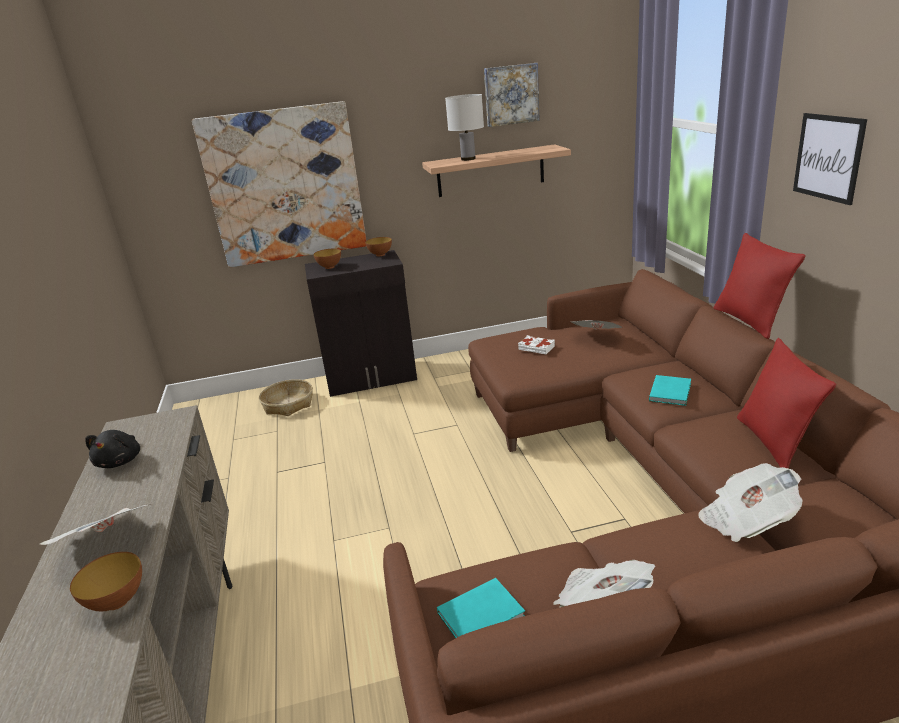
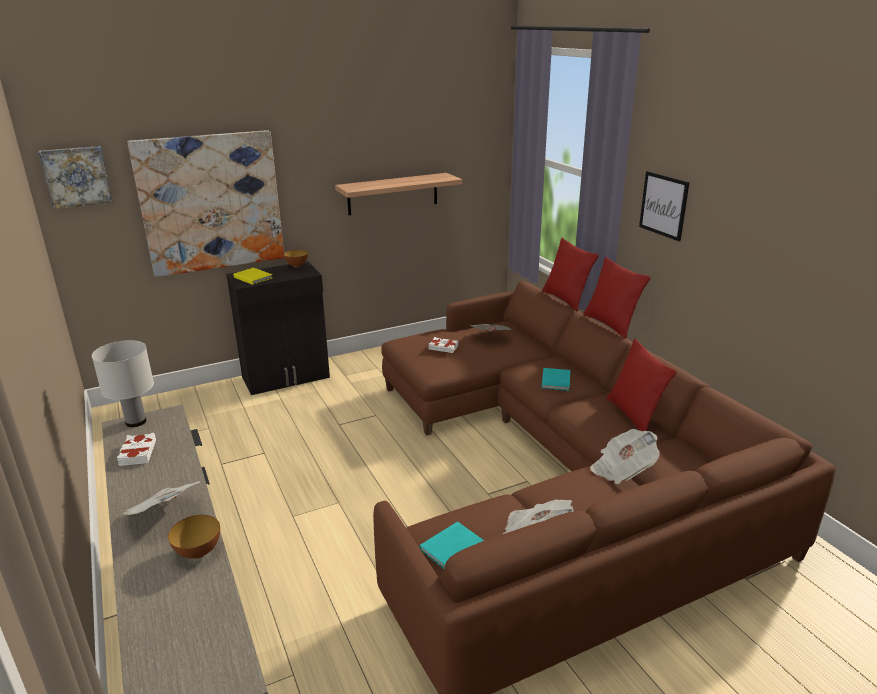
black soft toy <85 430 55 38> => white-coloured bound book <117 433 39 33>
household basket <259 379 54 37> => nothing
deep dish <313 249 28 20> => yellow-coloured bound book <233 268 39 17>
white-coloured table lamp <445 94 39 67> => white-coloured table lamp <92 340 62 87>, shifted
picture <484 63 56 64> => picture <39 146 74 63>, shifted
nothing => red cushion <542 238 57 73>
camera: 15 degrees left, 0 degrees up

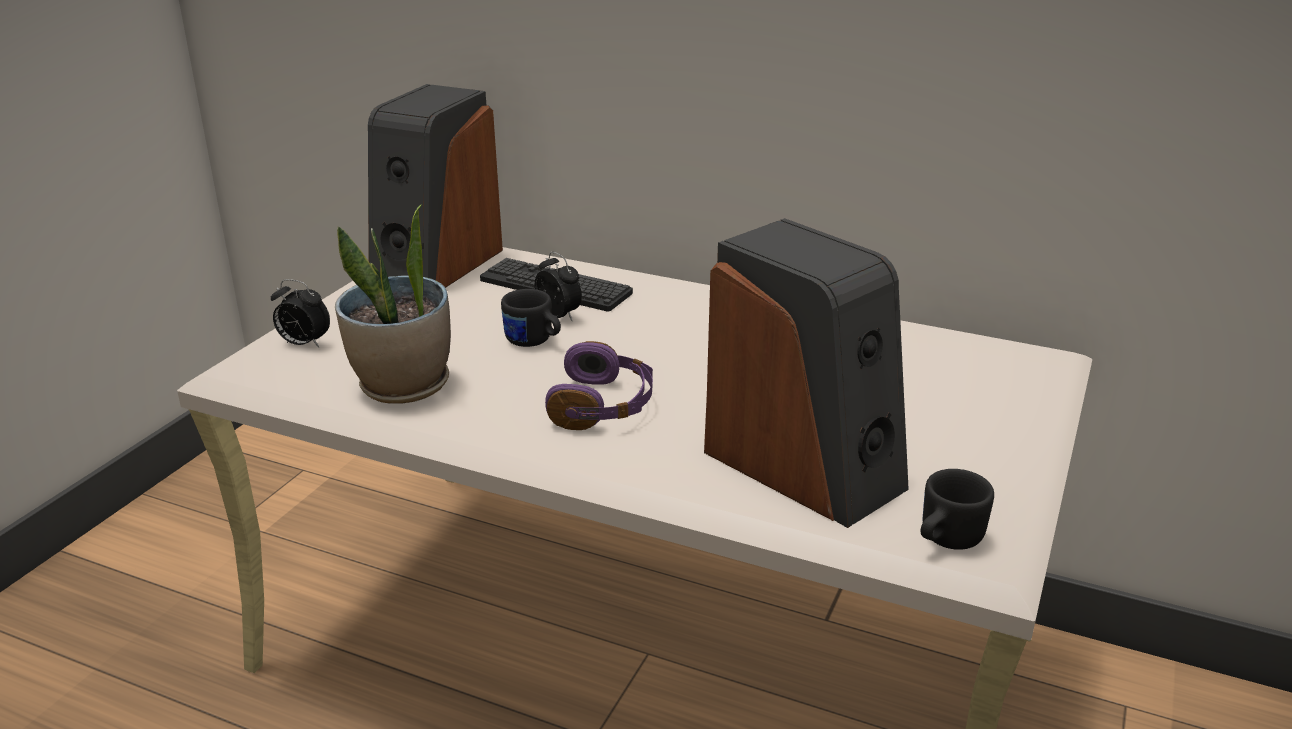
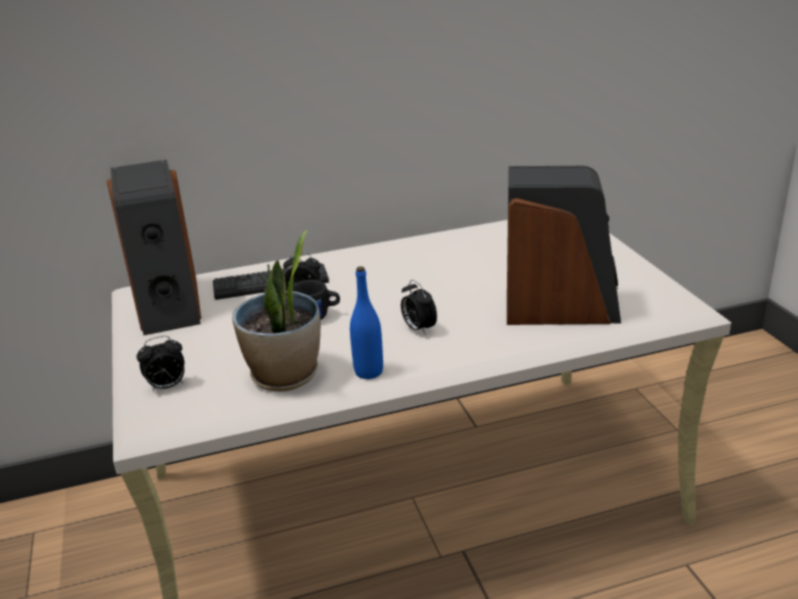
purple headset <545 341 108 89> => bedside clock <401 280 36 54>
black tea mug <921 469 73 81> => nothing
nothing => bluish drink bottle <350 266 33 113>
camera: 40 degrees left, 0 degrees up

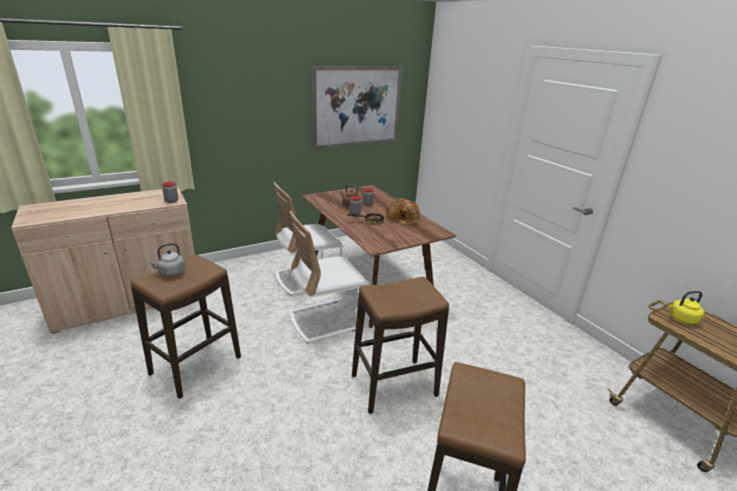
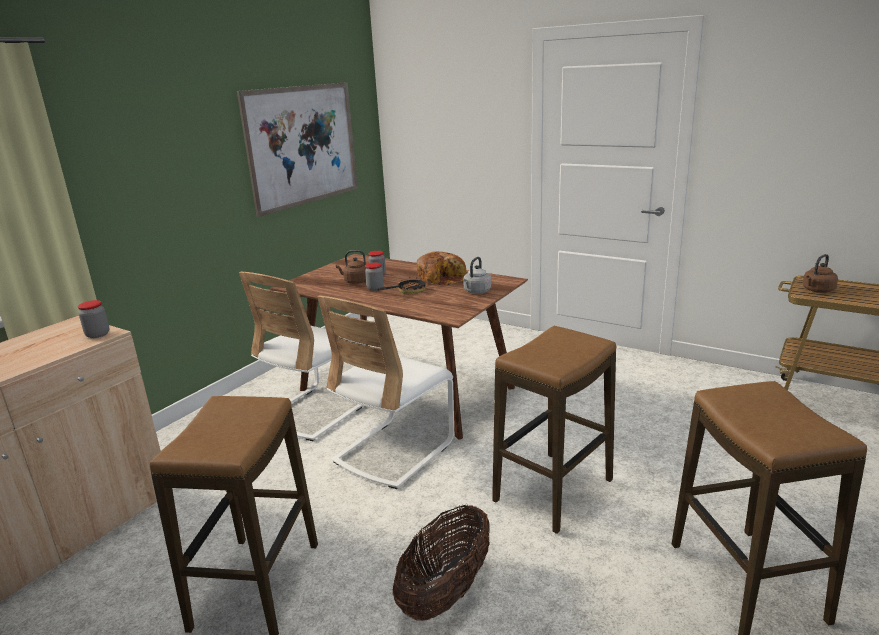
grey tea kettle <147 243 39 33> => grey tea kettle <463 257 29 37>, shifted
yellow-coloured tea kettle <669 291 35 33> => brown tea kettle <803 254 35 39>
nothing => household basket <392 505 98 116>
camera: 25 degrees left, 5 degrees down

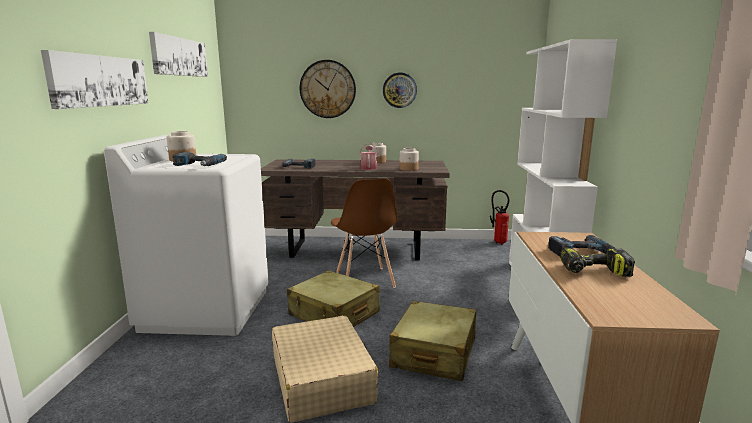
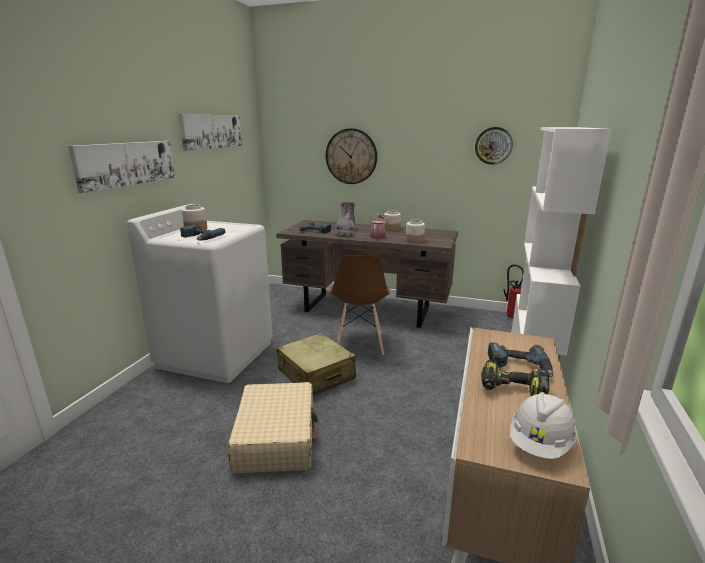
wall clock <383 73 34 35> => wall clock <475 127 38 38>, shifted
sand-coloured piece of luggage <389 301 87 80> => nothing
nothing => grey high-top boot <336 202 19 33>
nothing => white-coloured hard hat <510 392 67 67>
camera: 15 degrees right, 5 degrees up

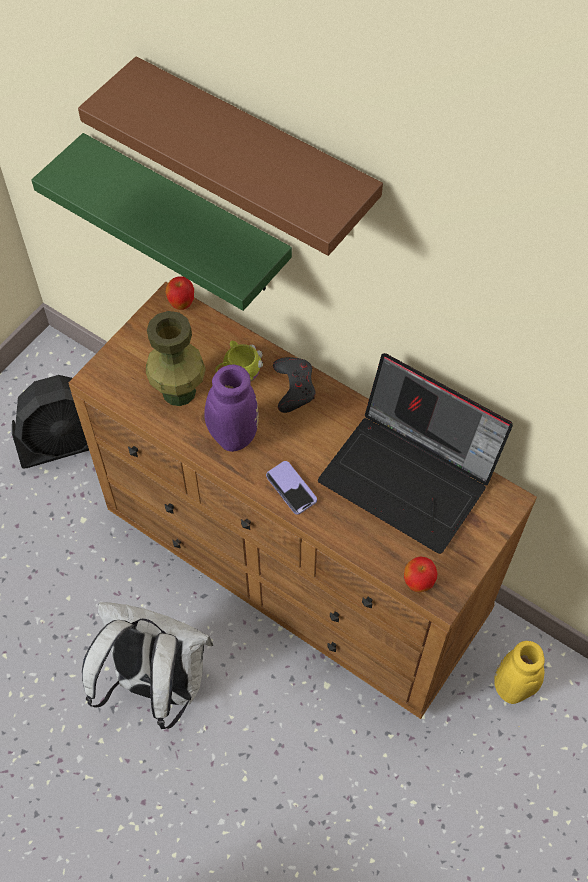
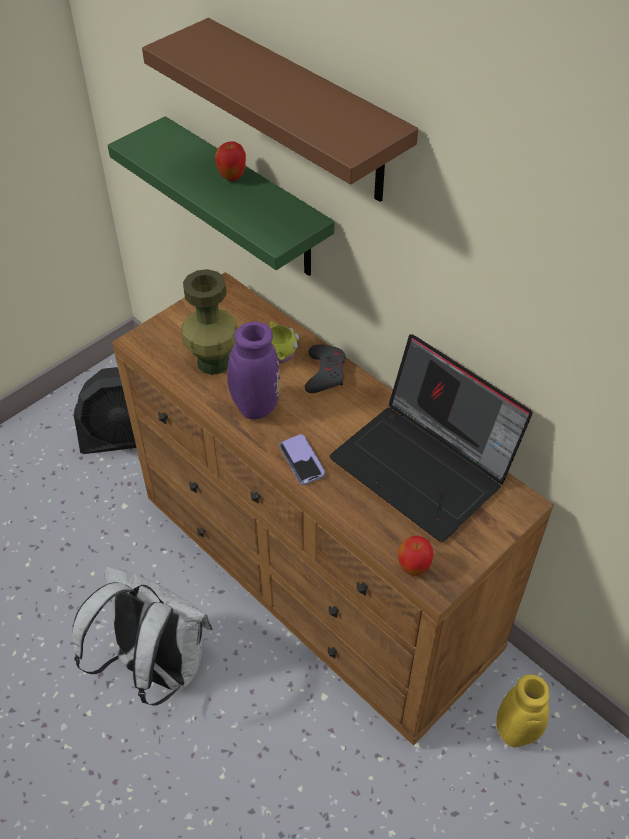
apple fruit <166 276 28 34> => apple fruit <215 141 31 40>, shifted
camera: 10 degrees right, 10 degrees down

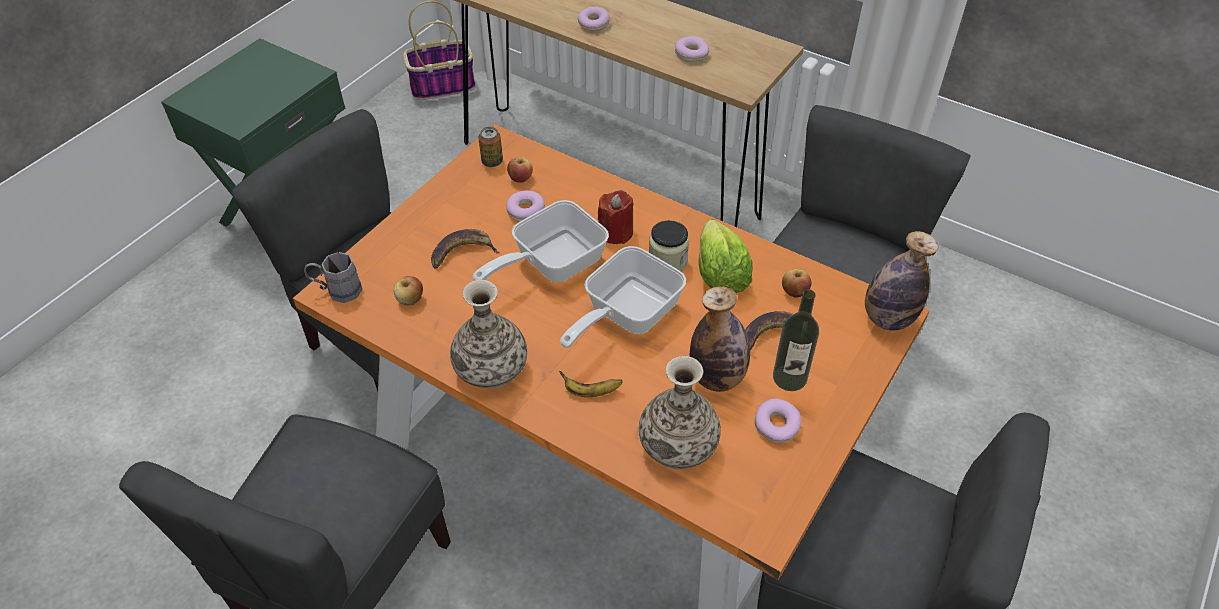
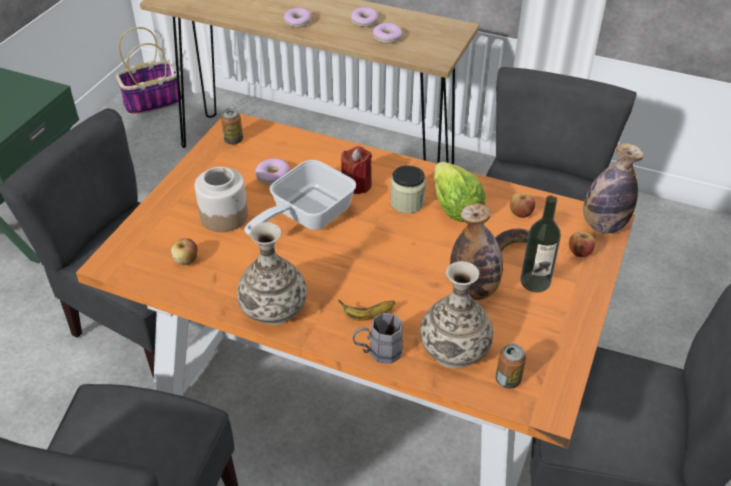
grey tea mug <304 252 58 51> => grey tea mug <353 313 50 51>, shifted
whole banana <431 229 68 40> => storage jar <195 167 53 65>
apple fruit <507 157 26 26> => apple fruit <569 231 26 26>, shifted
frying pan <560 246 126 102> => nothing
donut <755 399 46 44> => donut <351 7 27 20>, shifted
nothing => can <496 344 30 45>
camera: 10 degrees left, 5 degrees down

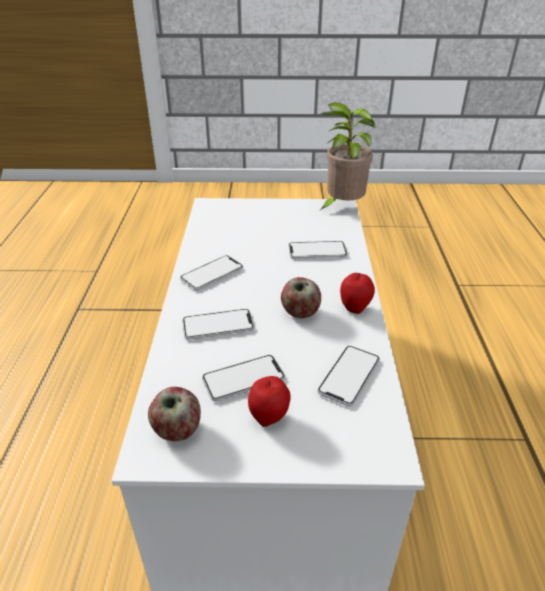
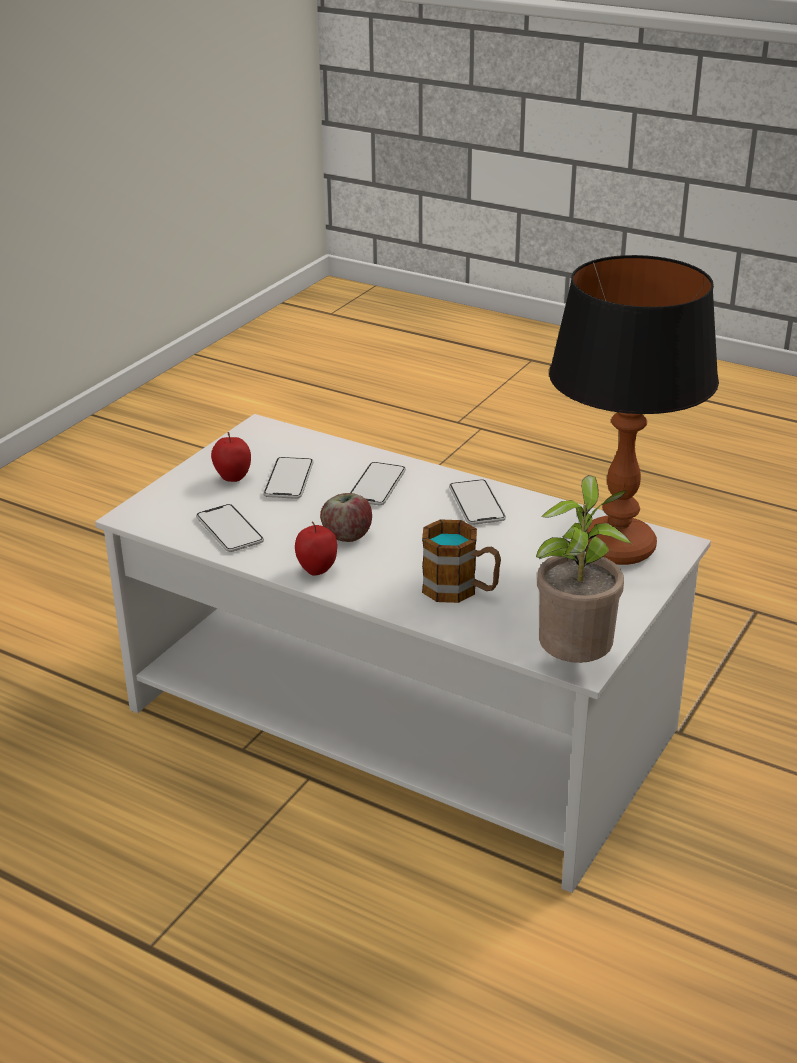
apple fruit <148 387 53 54> => nothing
phone <288 241 60 17> => tea mug <422 520 79 83>
nothing => table lamp <549 255 170 310>
camera: 120 degrees right, 5 degrees down

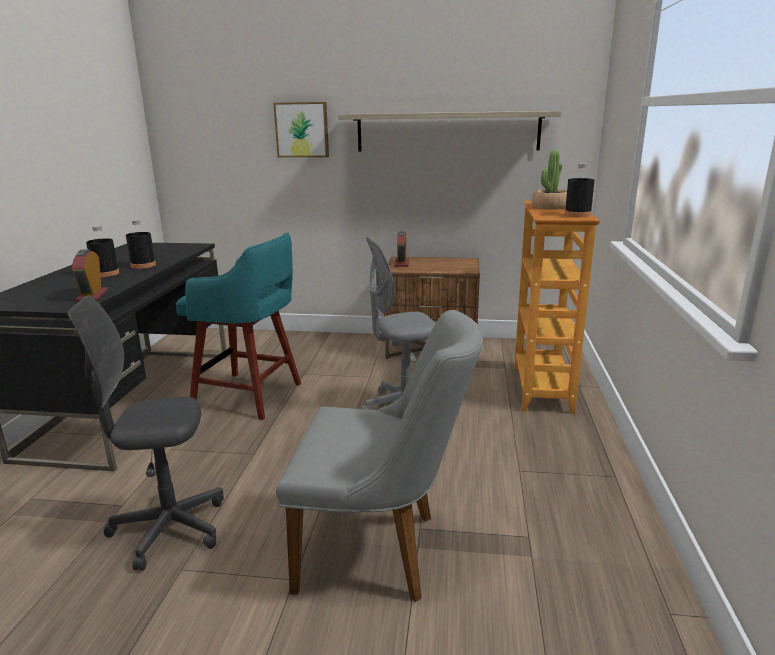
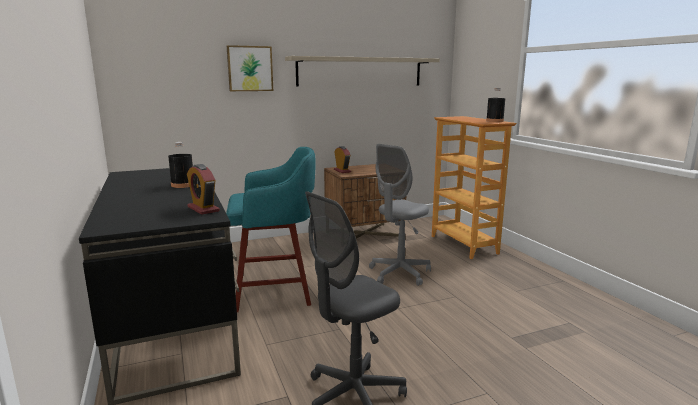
black drink bottle <86 226 33 51> => nothing
grey chair <276 310 207 292> => nothing
plant in a pot <532 150 35 60> => nothing
camera: 30 degrees left, 5 degrees down

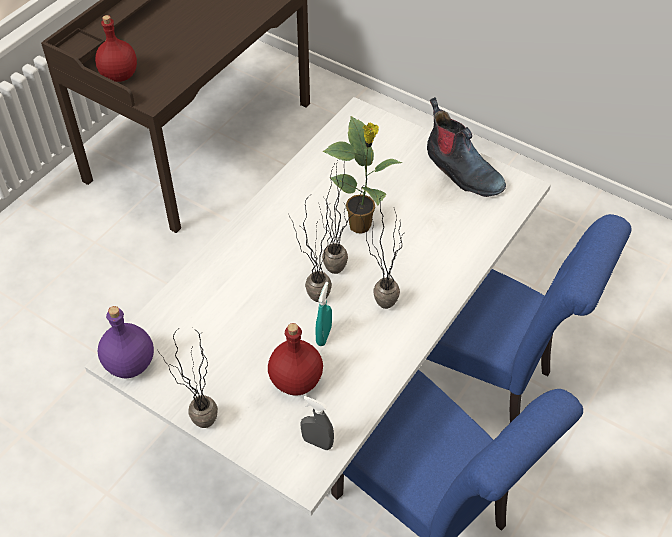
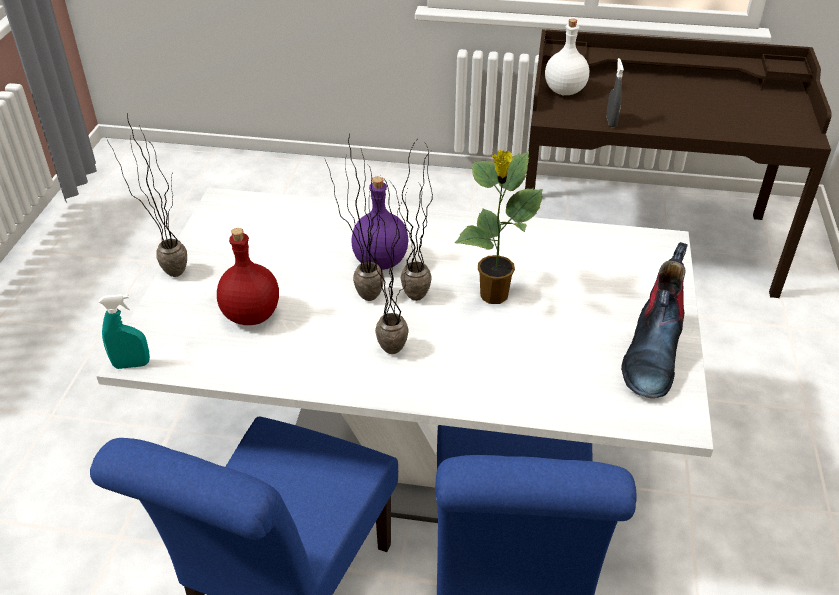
red drink bottle <95 15 42 67> => white-coloured drink bottle <545 19 44 76>
purple drink bottle <98 306 56 72> => purple drink bottle <351 177 58 93>, shifted
grey sprayer <301 396 33 54> => grey sprayer <606 58 18 69>, shifted
blue-green sprayer <315 282 17 64> => blue-green sprayer <99 294 51 75>, shifted
camera: 65 degrees right, 10 degrees down

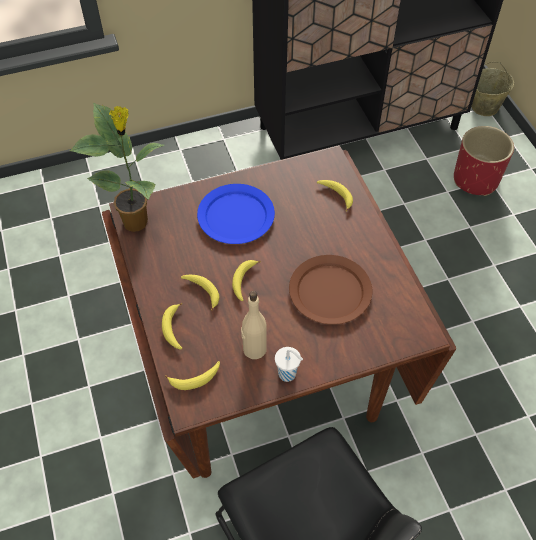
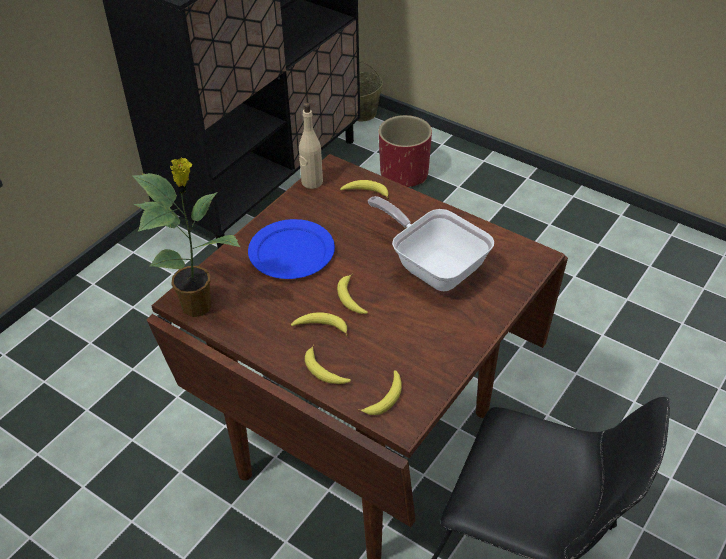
sand-coloured drink bottle <241 291 26 68> => sand-coloured drink bottle <299 102 24 87>, shifted
white-coloured small cup <275 347 28 35> => nothing
brown flat dish <289 255 83 70> => frying pan <368 196 126 95>
camera: 35 degrees left, 10 degrees down

